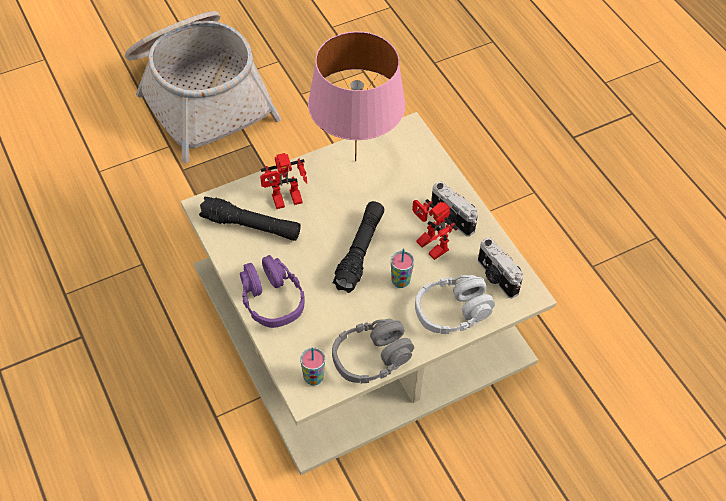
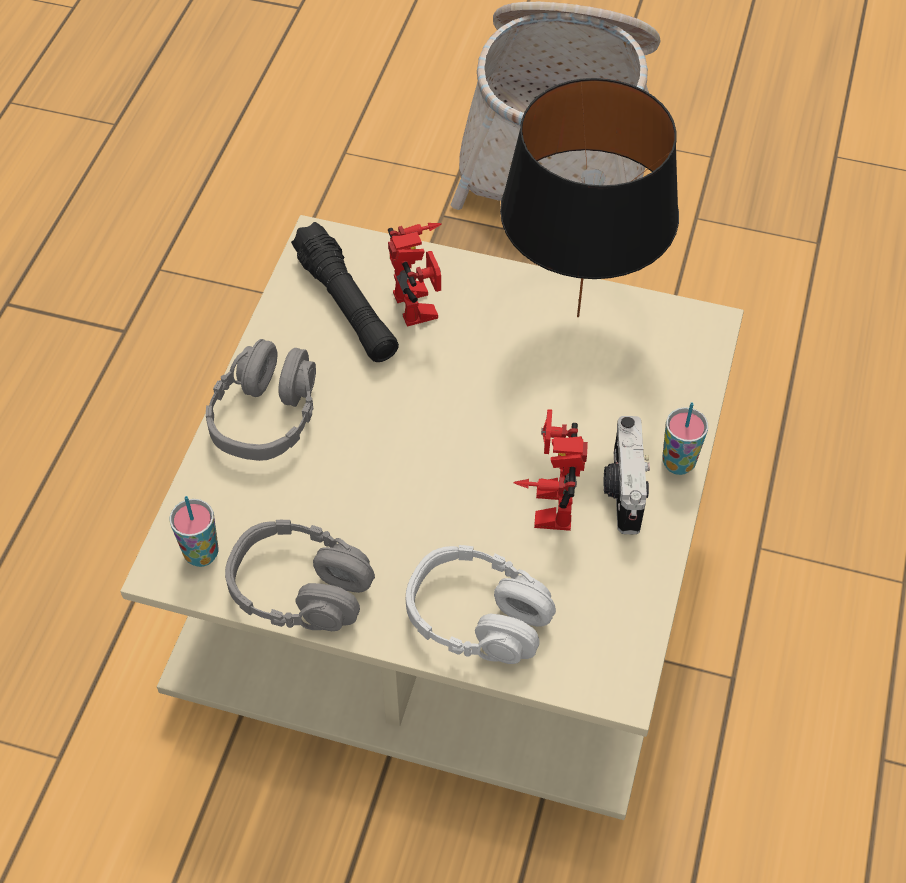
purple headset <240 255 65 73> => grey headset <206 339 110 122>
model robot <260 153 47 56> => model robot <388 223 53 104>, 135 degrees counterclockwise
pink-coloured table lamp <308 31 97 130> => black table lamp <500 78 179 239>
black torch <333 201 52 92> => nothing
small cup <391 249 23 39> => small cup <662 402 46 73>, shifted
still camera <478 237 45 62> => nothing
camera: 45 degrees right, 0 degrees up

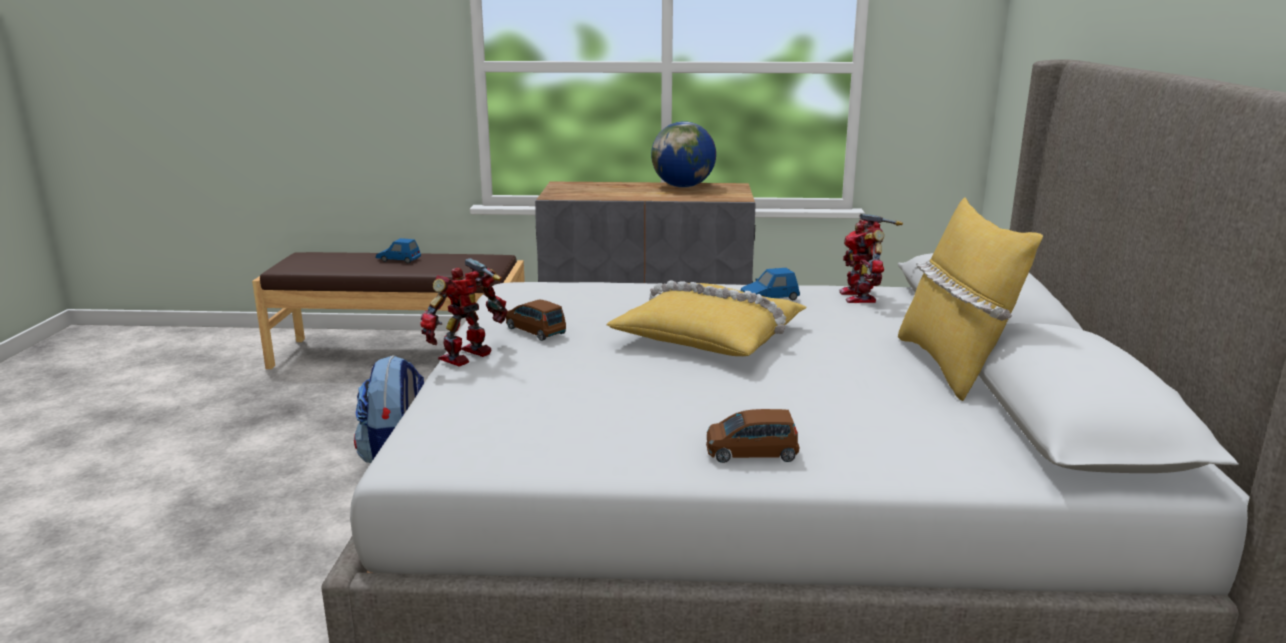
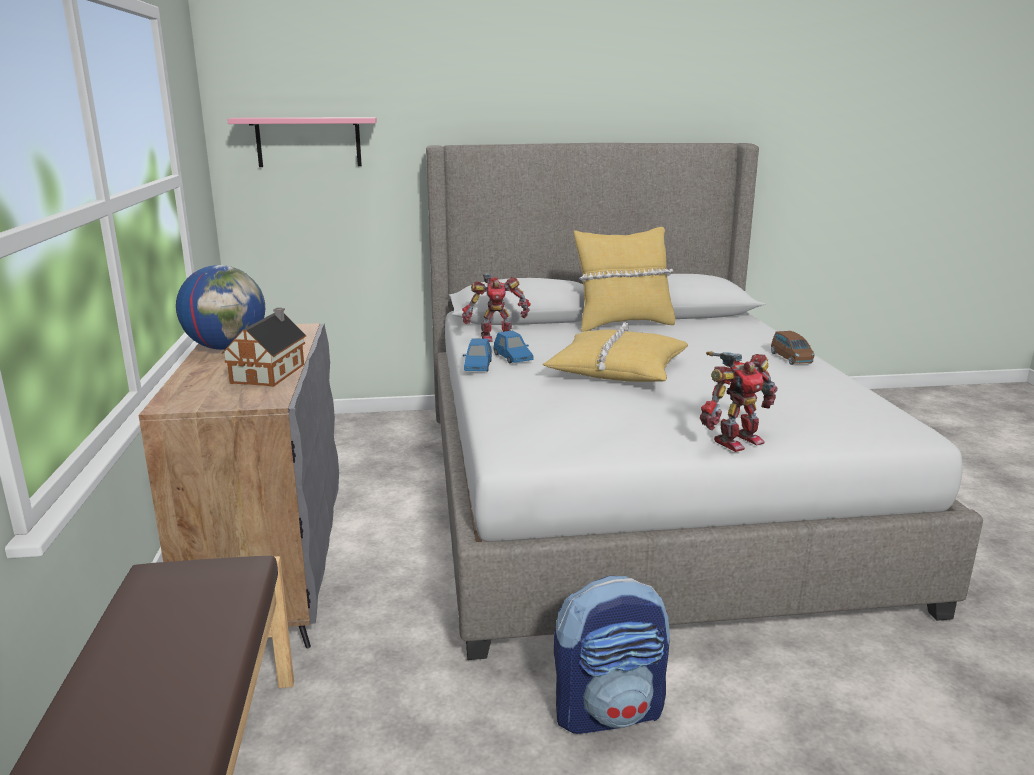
bluish miniature car <376 238 45 26> => bluish miniature car <463 338 29 33>, shifted
model robot <421 258 86 109> => model robot <700 351 78 101>, 60 degrees counterclockwise
brown miniature car <506 299 60 42> => nothing
nothing => model house <221 308 85 79>
nothing => pink-coloured bracket shelf <227 117 150 50>
camera: 100 degrees left, 0 degrees up

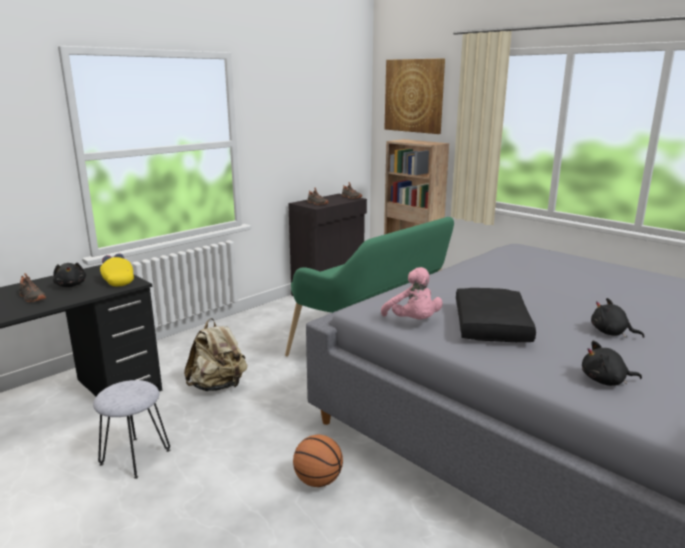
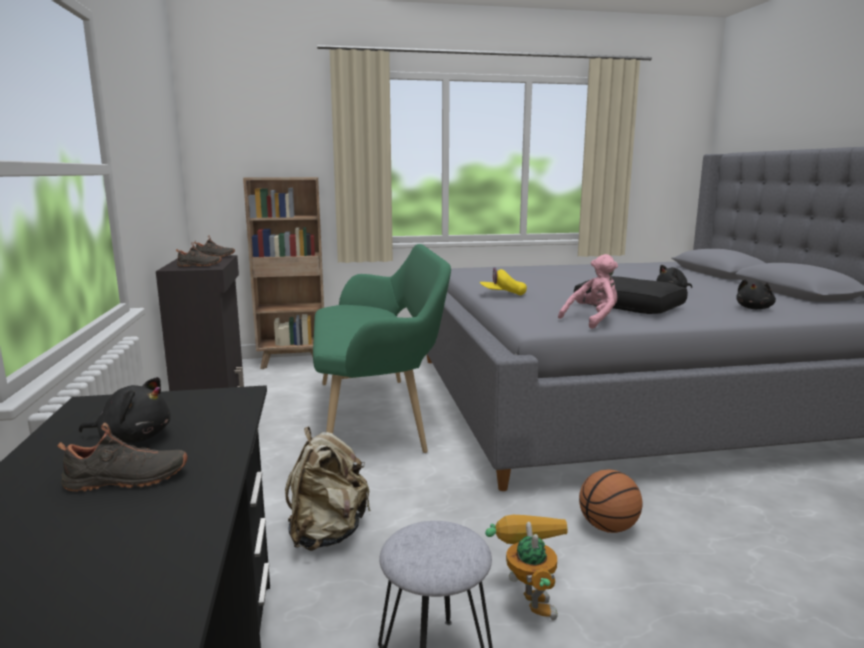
yellow-coloured peaked cap <100 253 34 33> => yellow-coloured peaked cap <480 267 47 28>, shifted
pink-coloured soft toy <381 267 62 52> => pink-coloured soft toy <558 254 60 75>, 45 degrees counterclockwise
picture <384 58 61 76> => nothing
nothing => model robot <485 515 83 105>
camera: 55 degrees left, 5 degrees down

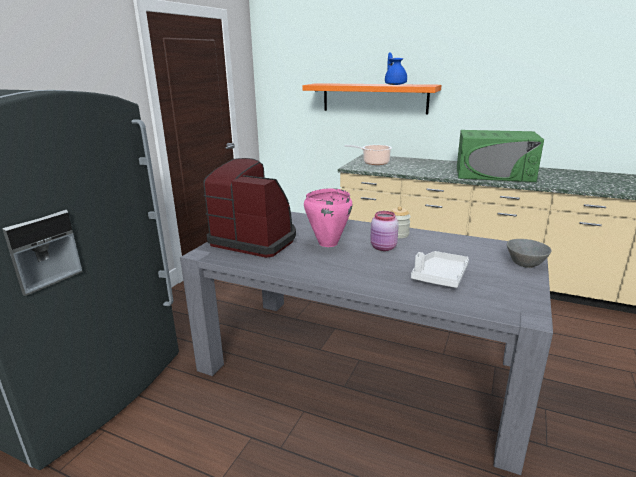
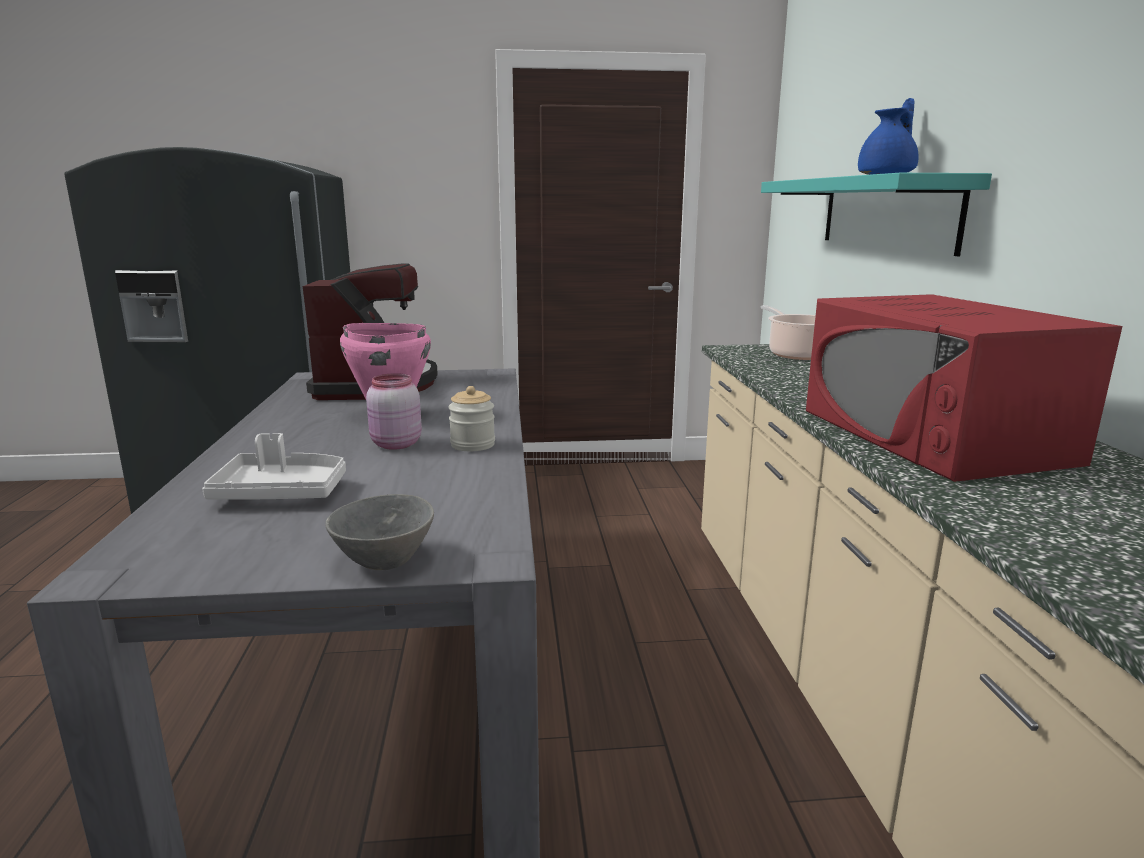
orange-coloured bracket shelf <302 83 140 31> => blue-green bracket shelf <761 173 231 83>
green microwave <457 130 87 52> => red microwave <806 294 316 188>
camera: 60 degrees right, 5 degrees down

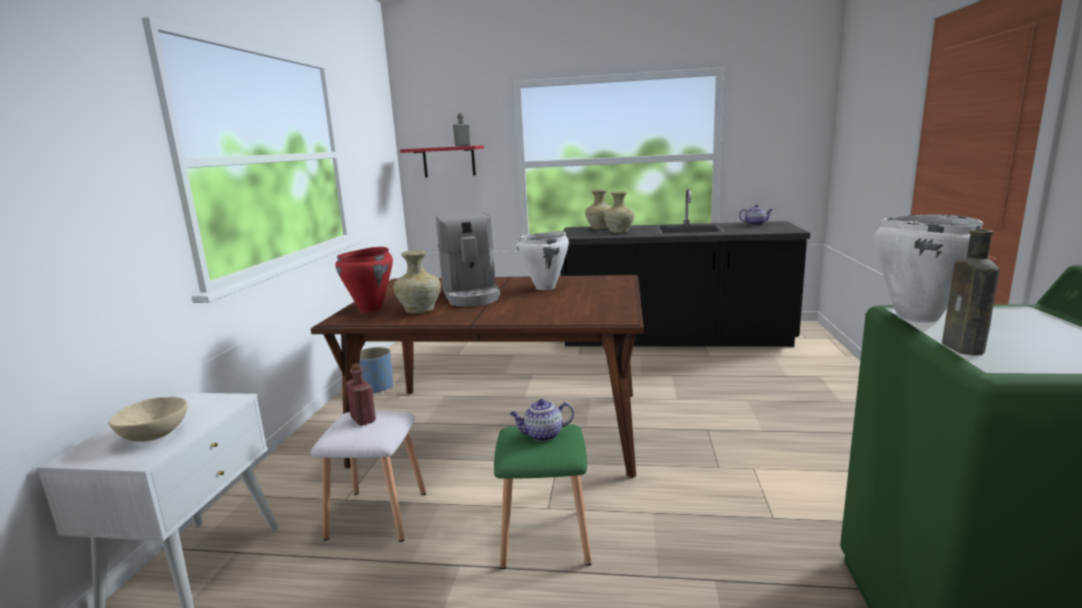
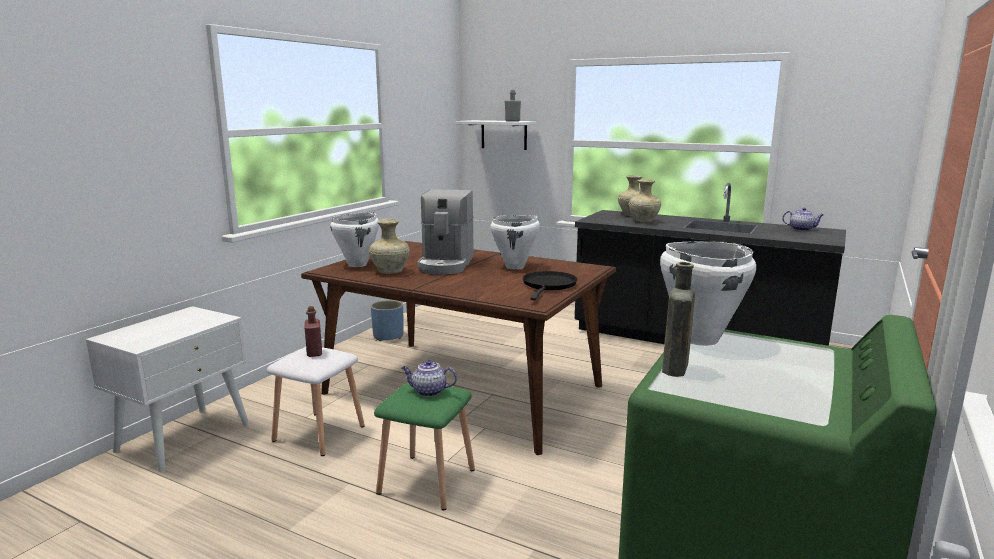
sand-coloured deep dish <108 397 80 45> => nothing
red cooking pot <335 247 58 65> => white-coloured cooking pot <330 212 49 55>
red bracket shelf <400 145 84 33> => white-coloured bracket shelf <456 120 81 30>
nothing => black frying pan <523 271 54 29>
camera: 20 degrees right, 0 degrees up

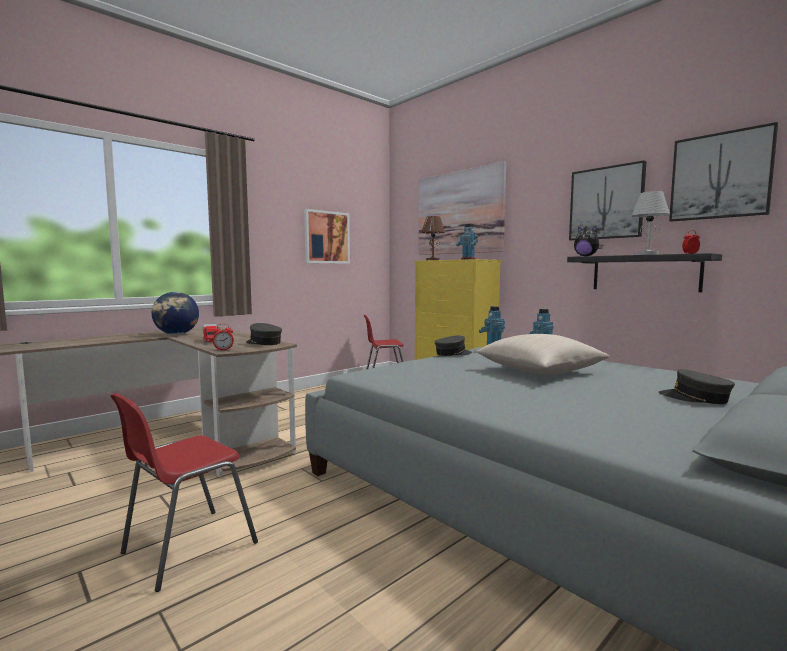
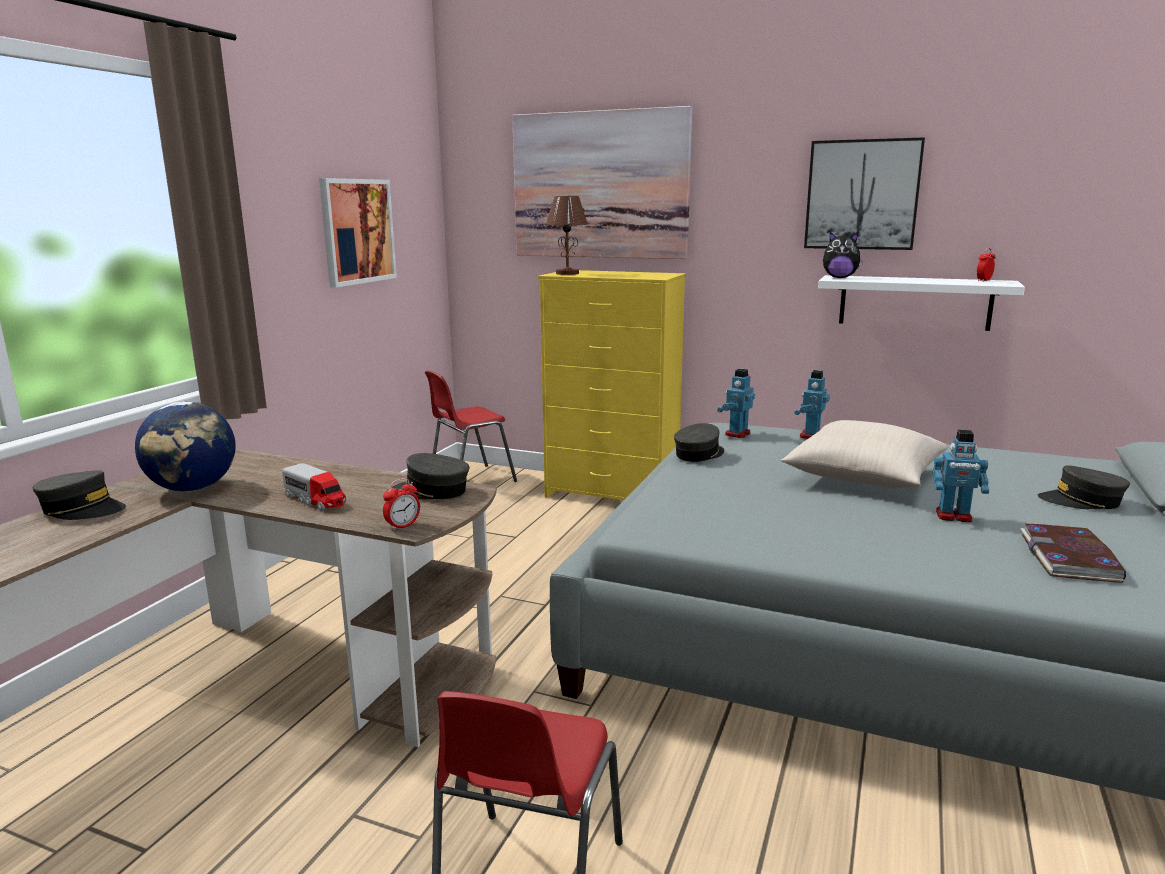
model robot <456 224 22 36> => model robot <933 430 56 92>, shifted
black bracket shelf <567 253 155 39> => white-coloured bracket shelf <818 275 207 56>
white-coloured table lamp <631 191 39 64> => nothing
picture <669 122 109 100> => nothing
nothing => grey peaked cap <33 470 93 50>
nothing => bound book <1021 523 105 60>
camera: 25 degrees left, 10 degrees up

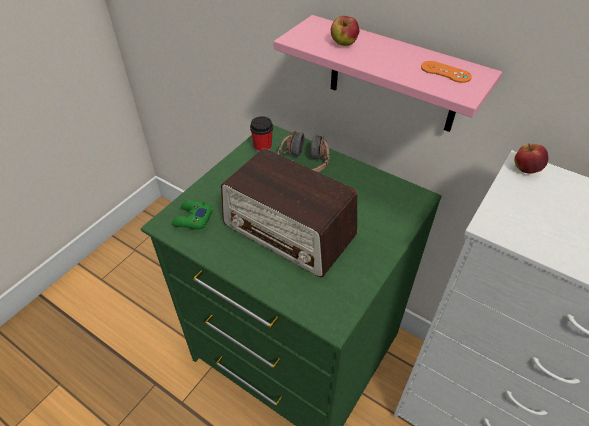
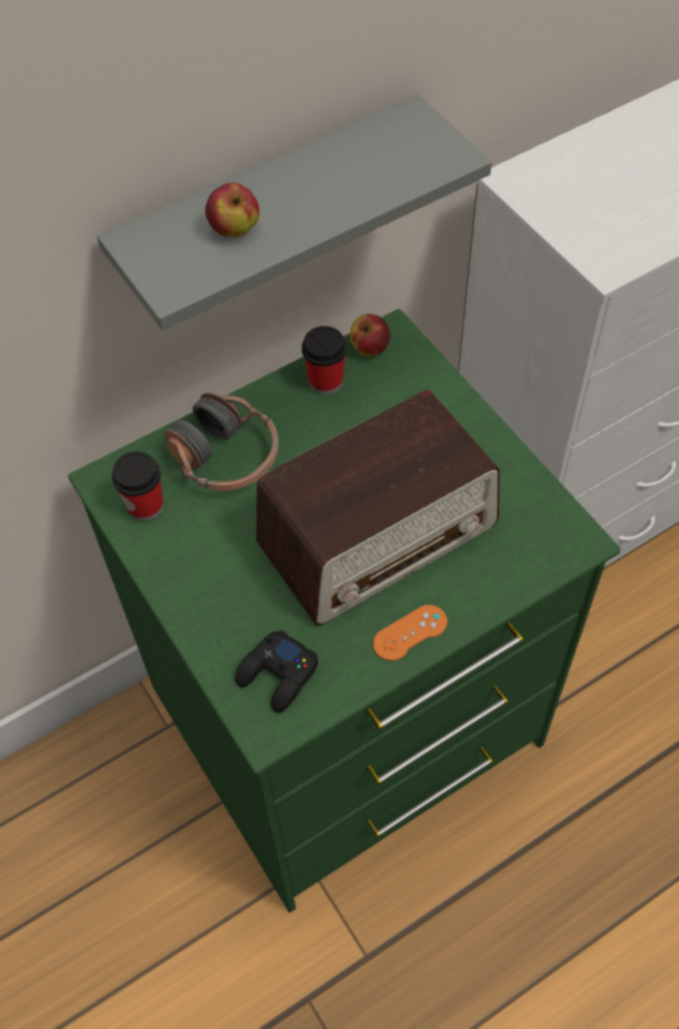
green gamepad <172 200 41 30> => black gamepad <235 630 83 83>
pink-coloured bracket shelf <274 15 228 117> => grey bracket shelf <97 94 395 236>
orange-coloured gamepad <421 61 51 22> => orange-coloured gamepad <373 605 74 56>, shifted
apple fruit <514 144 34 30> => apple fruit <350 314 40 42>, shifted
nothing => small cup <302 326 45 69>
camera: 65 degrees left, 10 degrees up

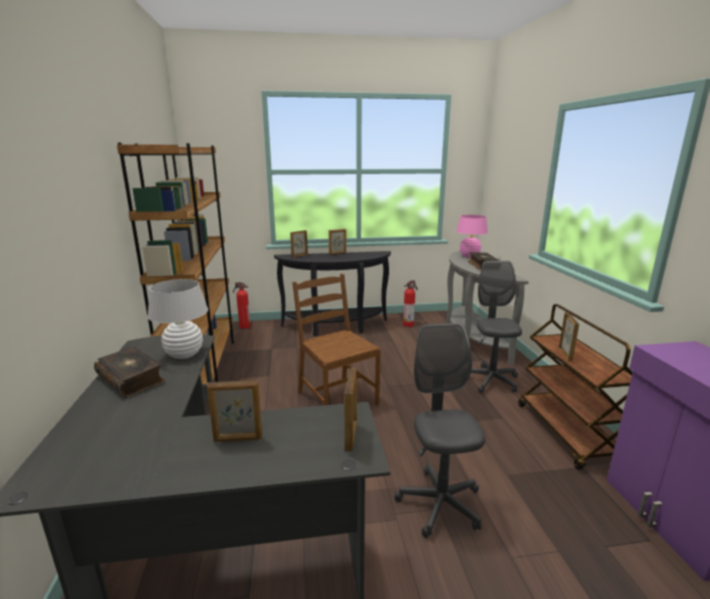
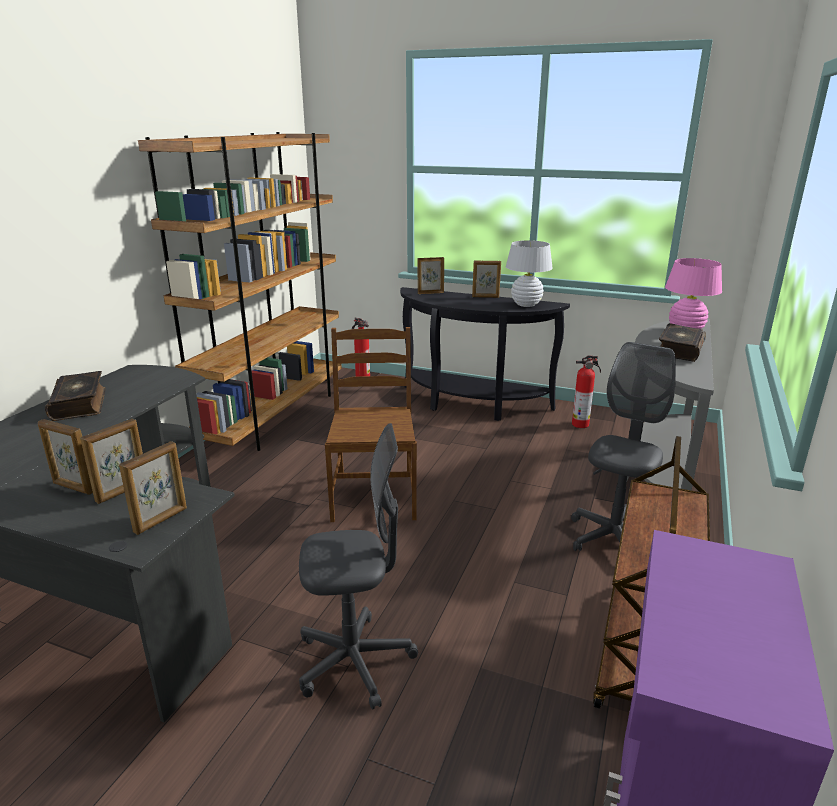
white-coloured table lamp <148 279 60 80> => white-coloured table lamp <506 240 47 67>, shifted
grey office chair <395 323 90 215> => grey office chair <299 423 119 286>, 60 degrees clockwise
standing frame <559 312 20 49> => standing frame <80 419 63 85>, shifted
camera: 30 degrees right, 5 degrees up

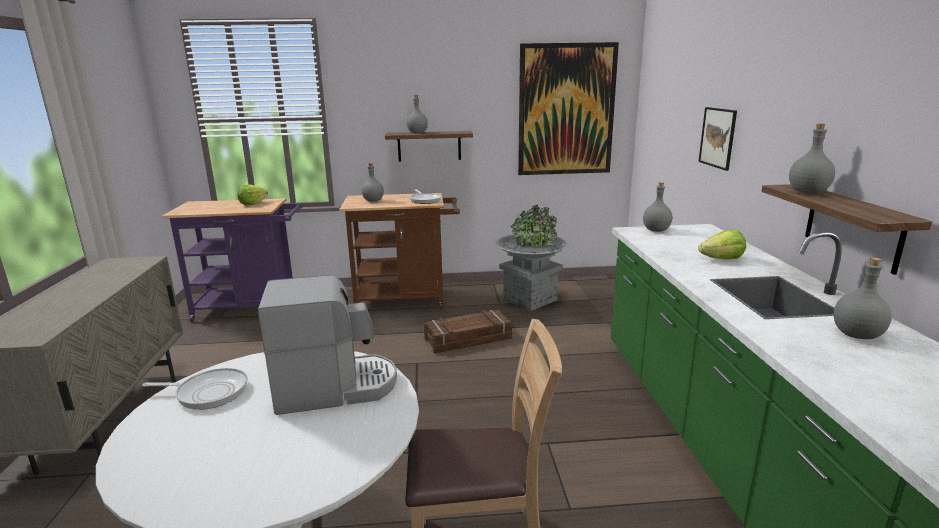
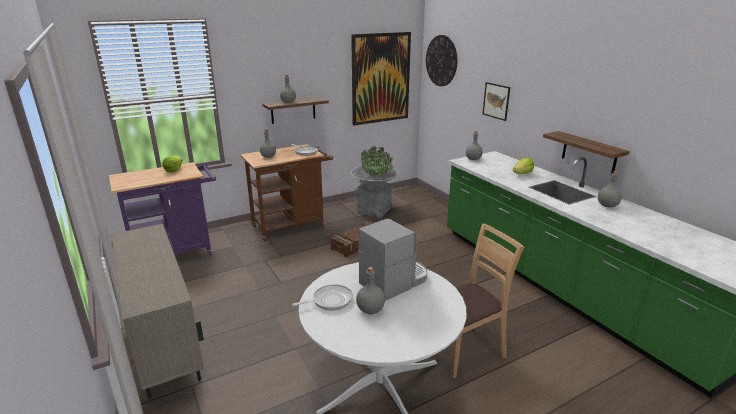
grey drink bottle <789 124 46 70> => grey drink bottle <356 267 29 47>, shifted
nothing => wall clock <426 35 31 51>
camera: 25 degrees left, 5 degrees up

